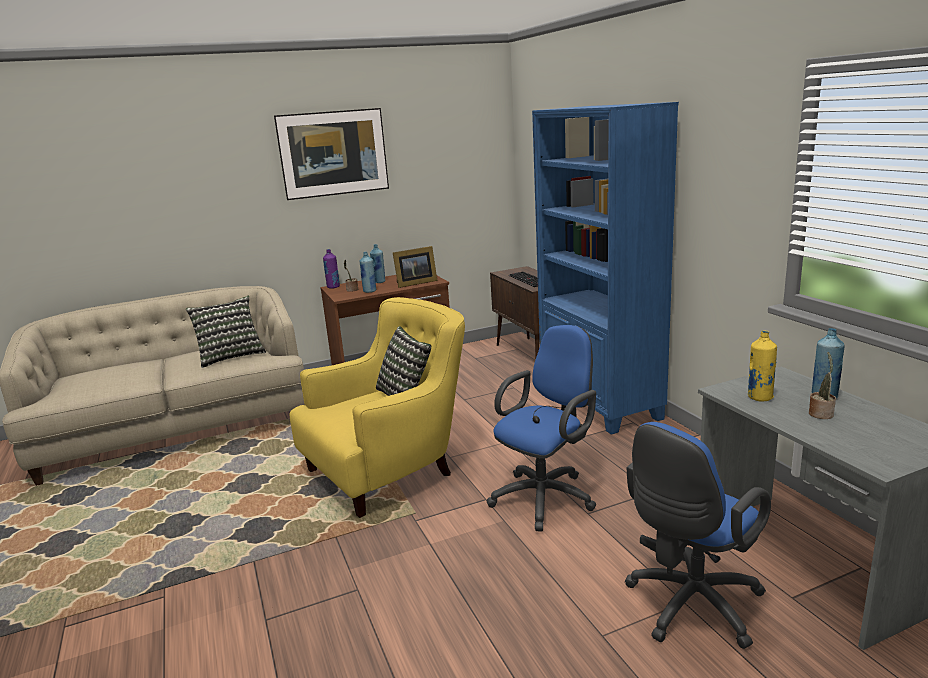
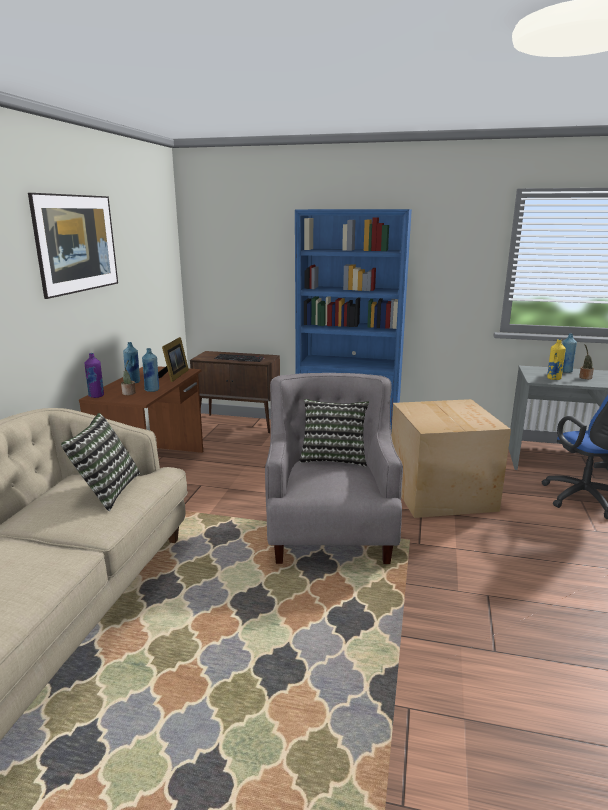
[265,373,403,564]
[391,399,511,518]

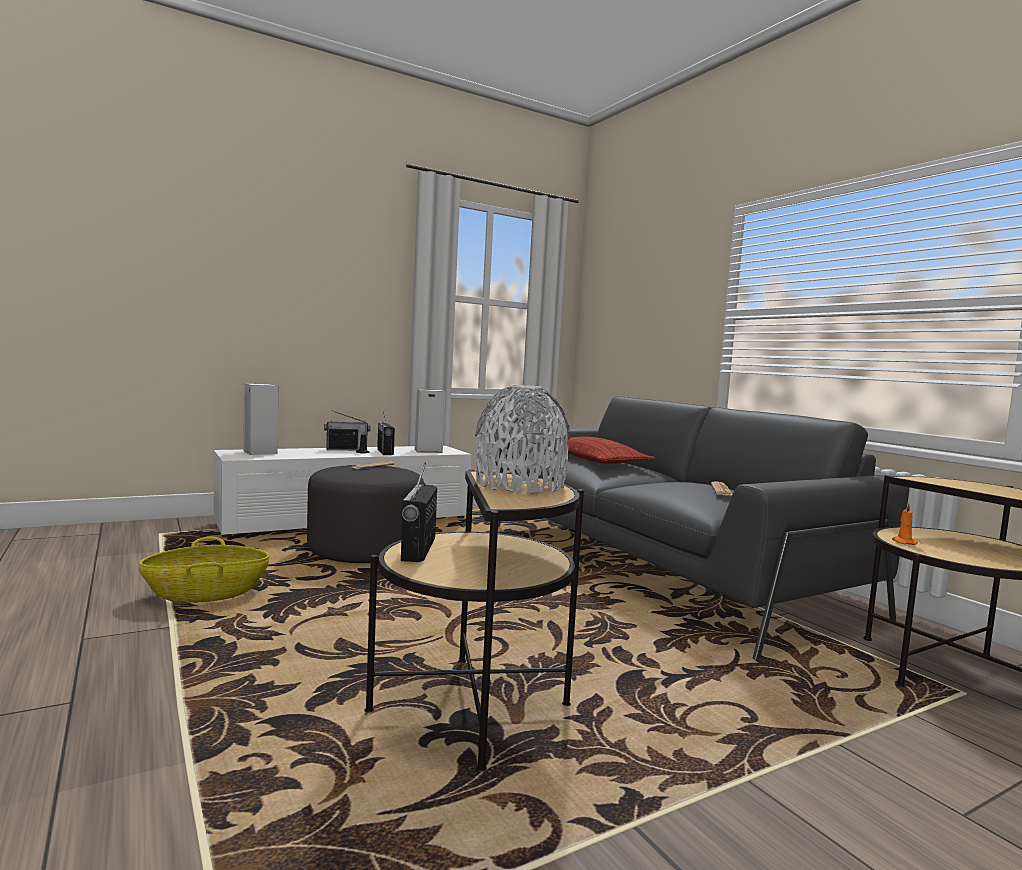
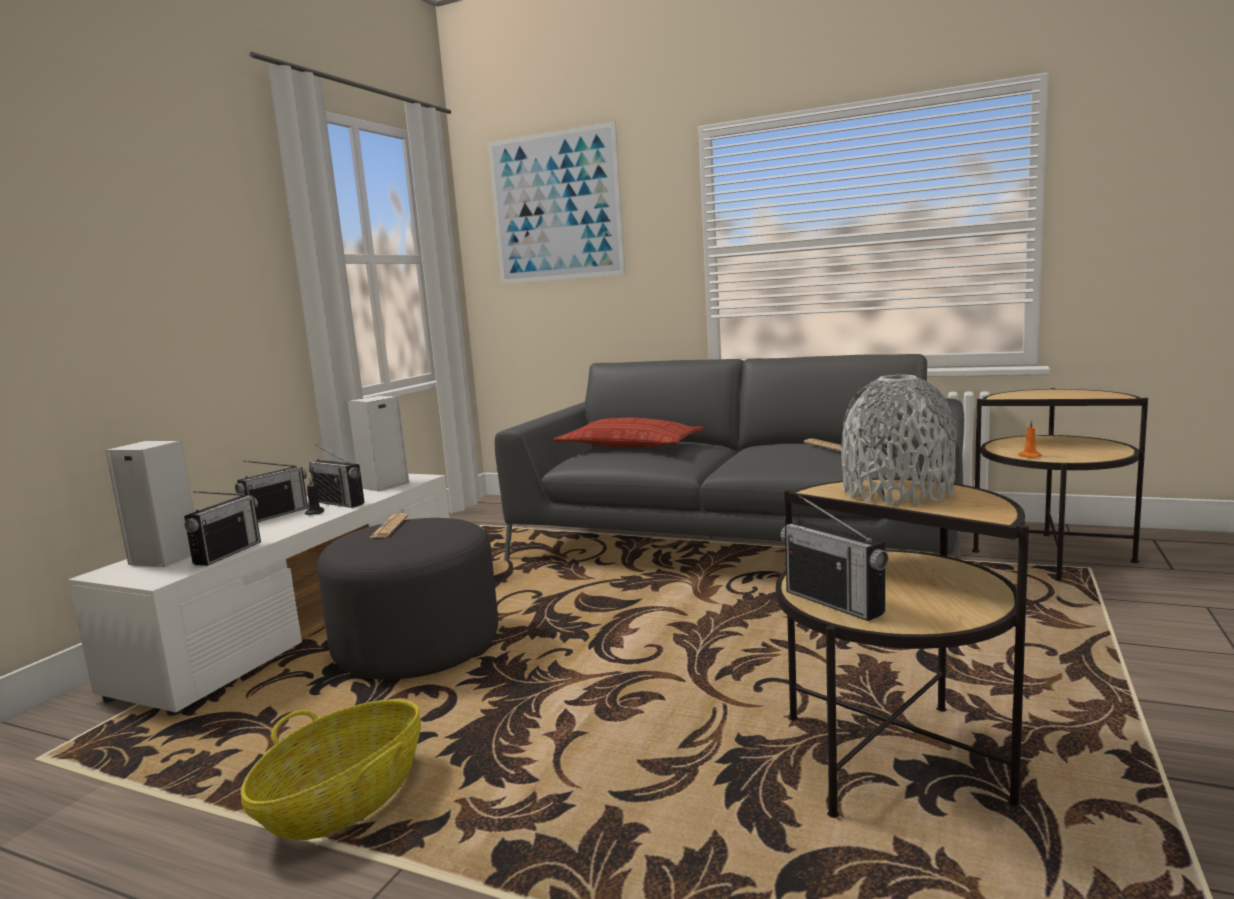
[184,491,261,566]
[488,121,626,284]

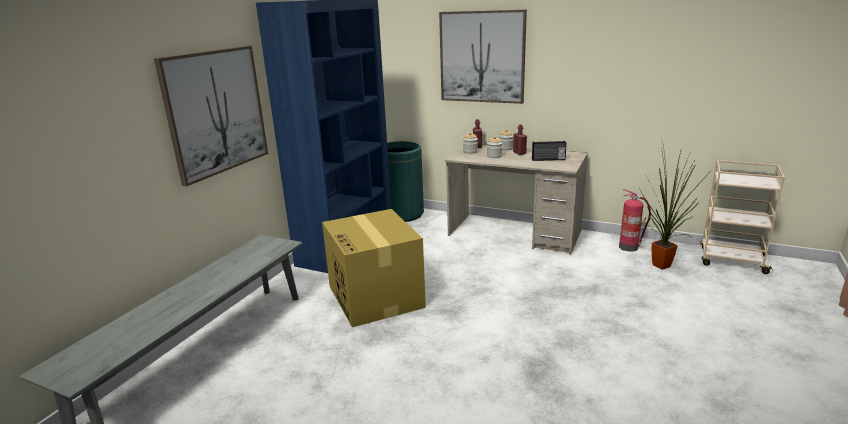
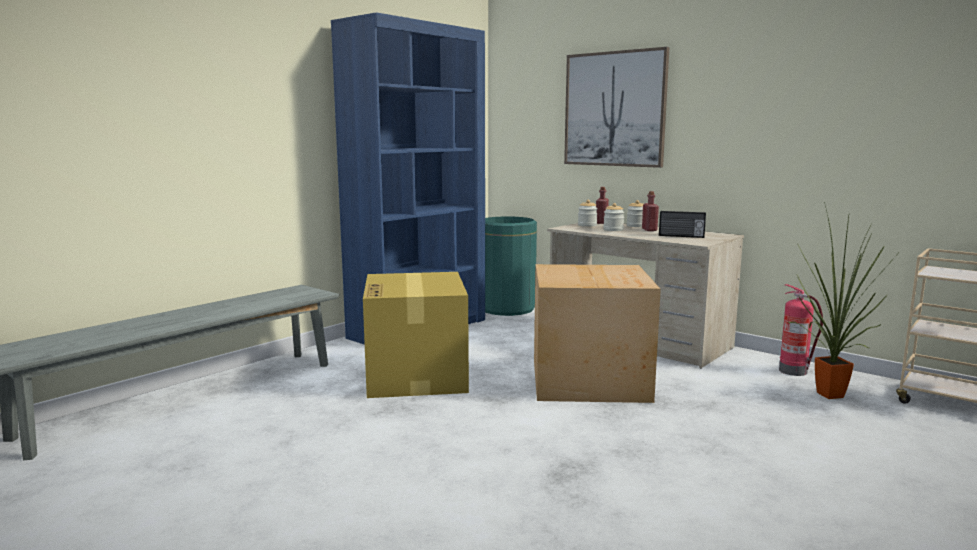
[154,46,268,187] (first image)
[534,264,661,403]

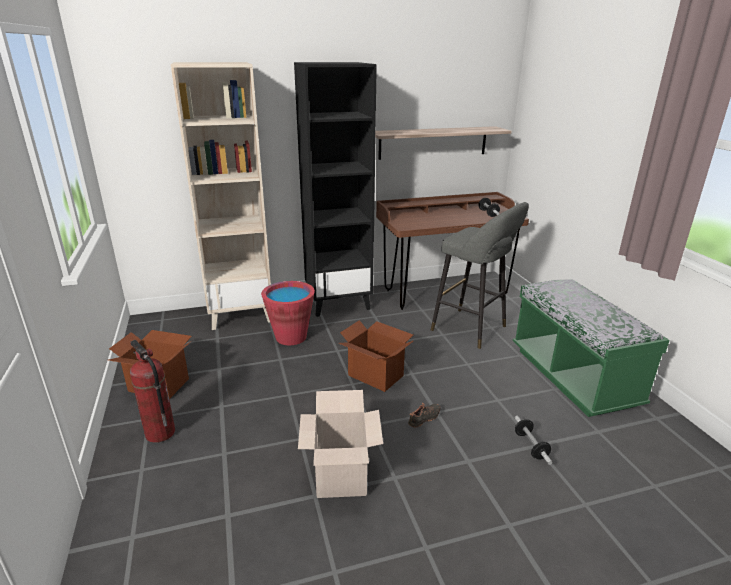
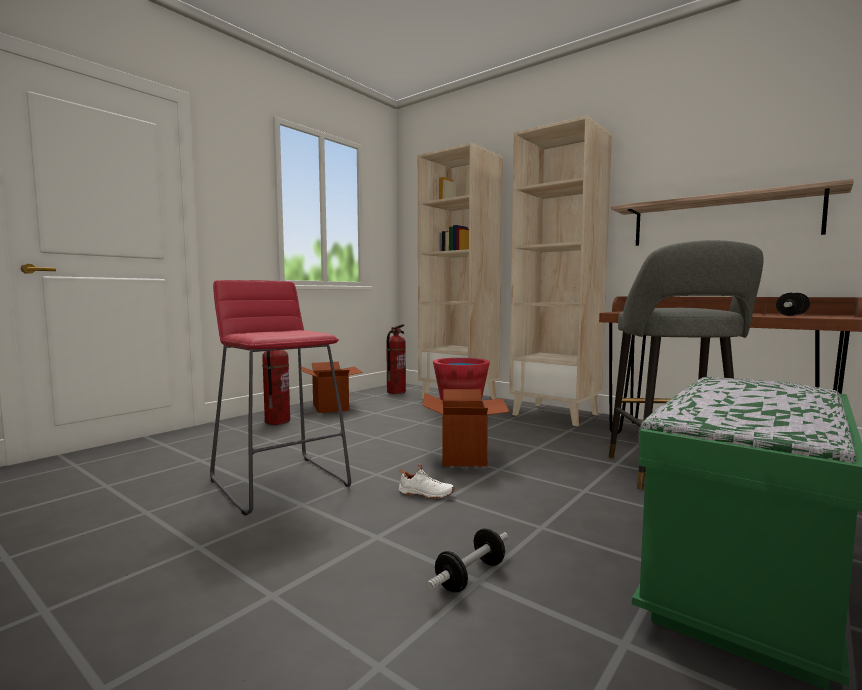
[509,115,612,426]
[210,280,351,516]
[399,463,454,499]
[386,324,406,394]

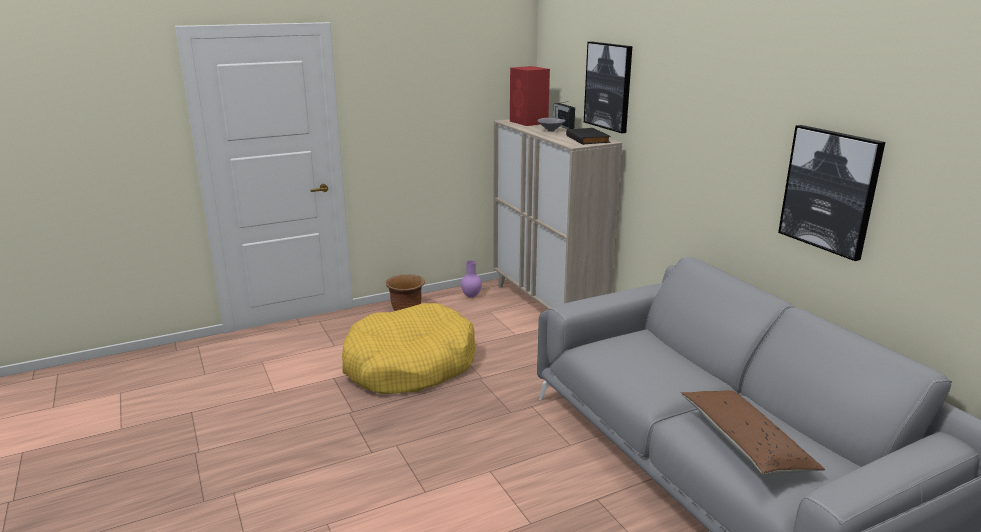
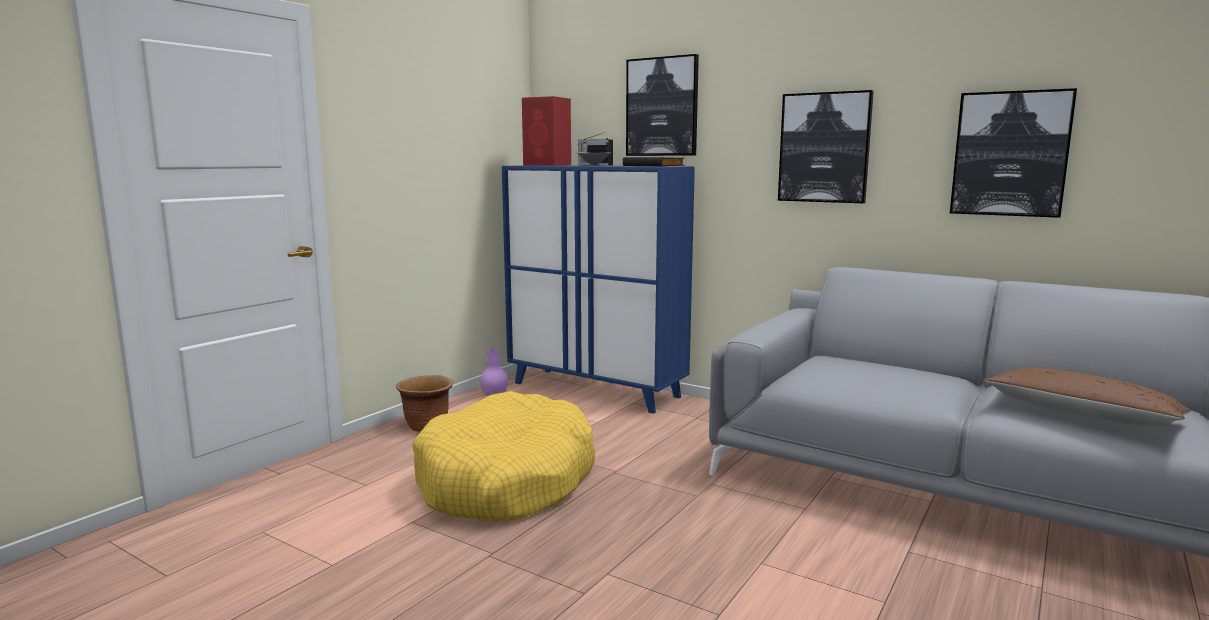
[502,165,695,414]
[778,90,874,203]

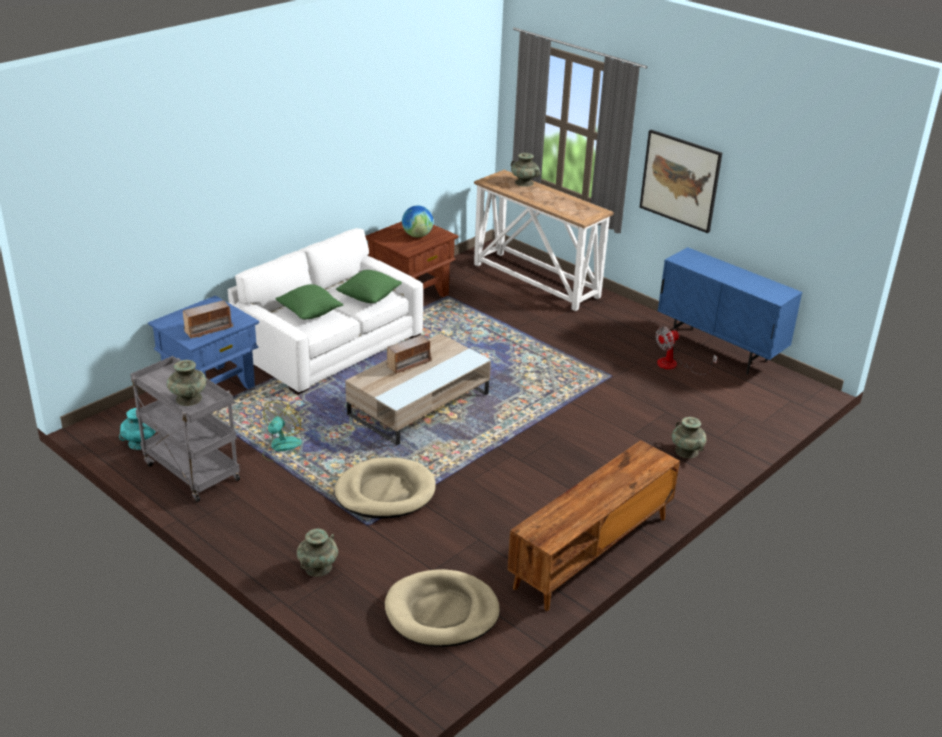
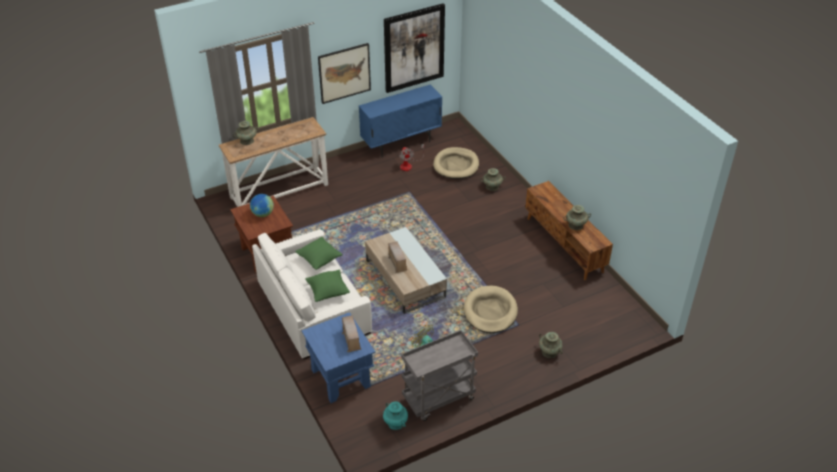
[563,205,591,230]
[433,147,479,179]
[384,3,445,93]

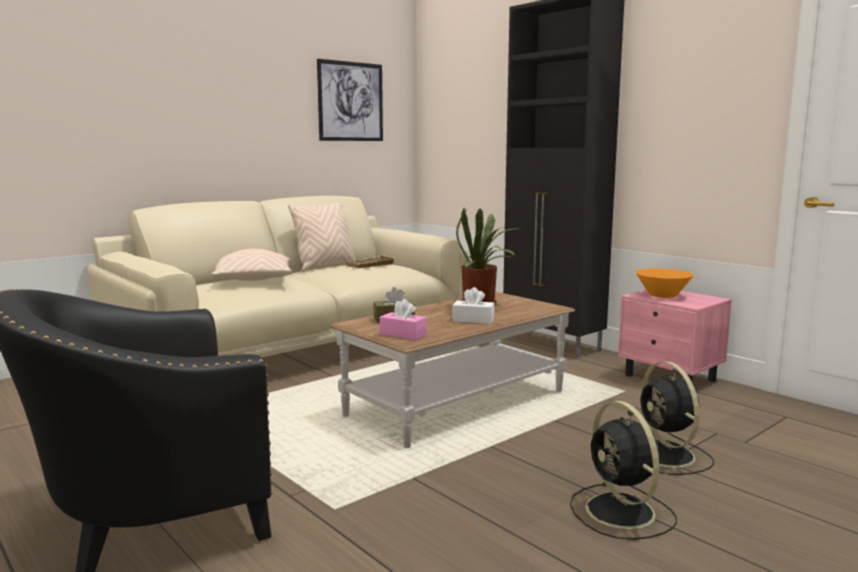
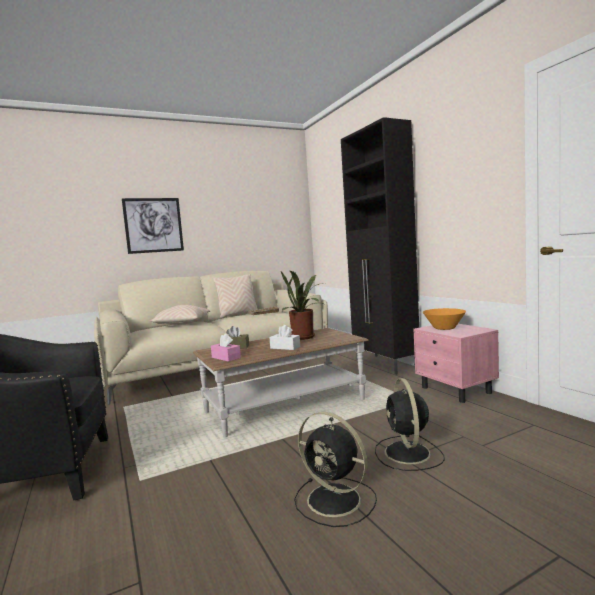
[122,198,184,254]
[294,412,377,527]

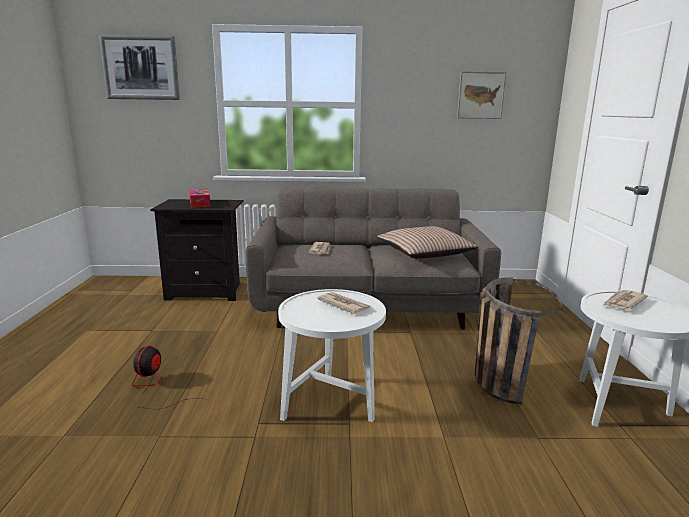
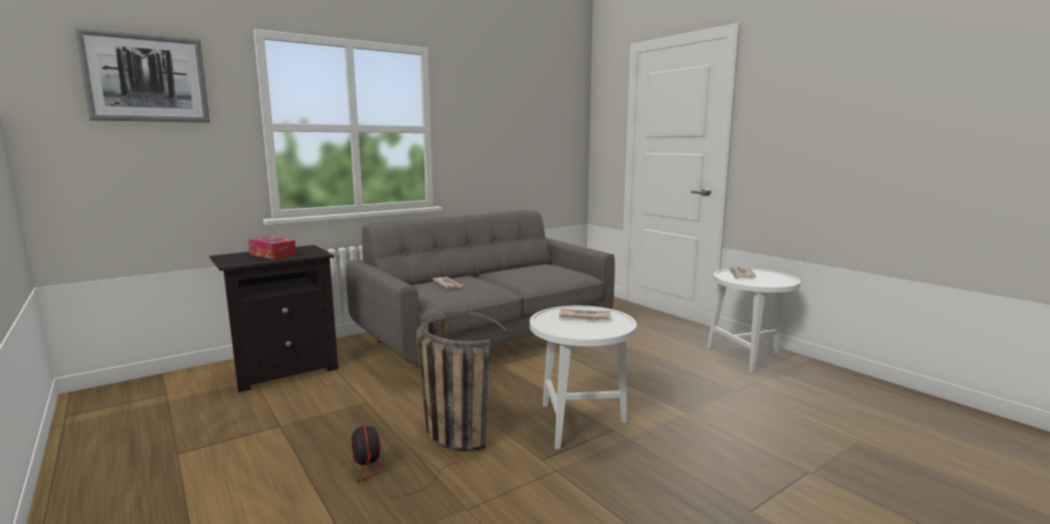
[377,226,478,259] (first image)
[457,71,506,119] (first image)
[416,311,508,451]

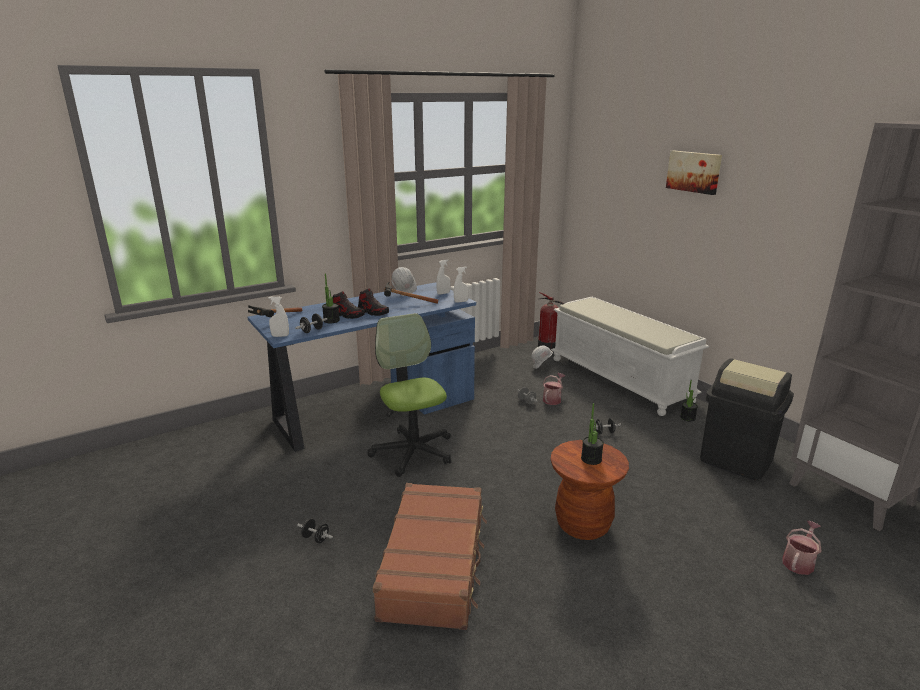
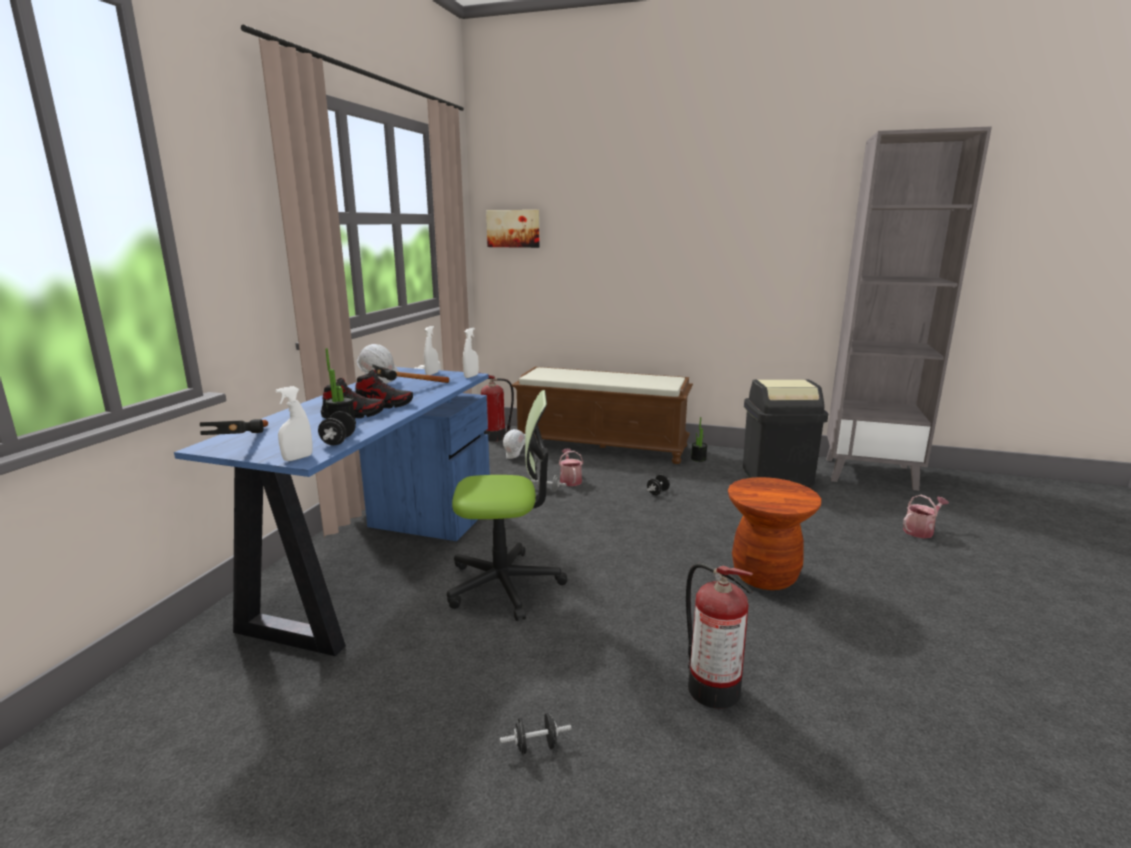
[447,390,567,621]
[686,563,753,709]
[511,367,693,464]
[581,403,604,465] (first image)
[486,210,539,248]
[903,495,949,538]

